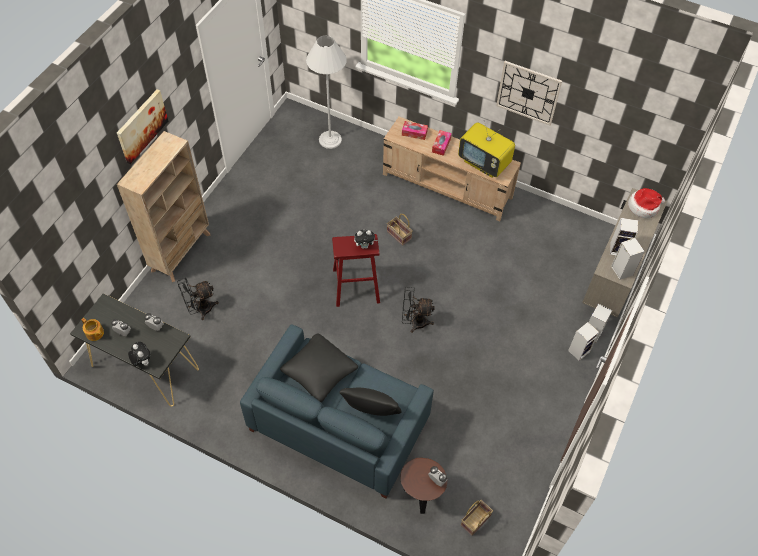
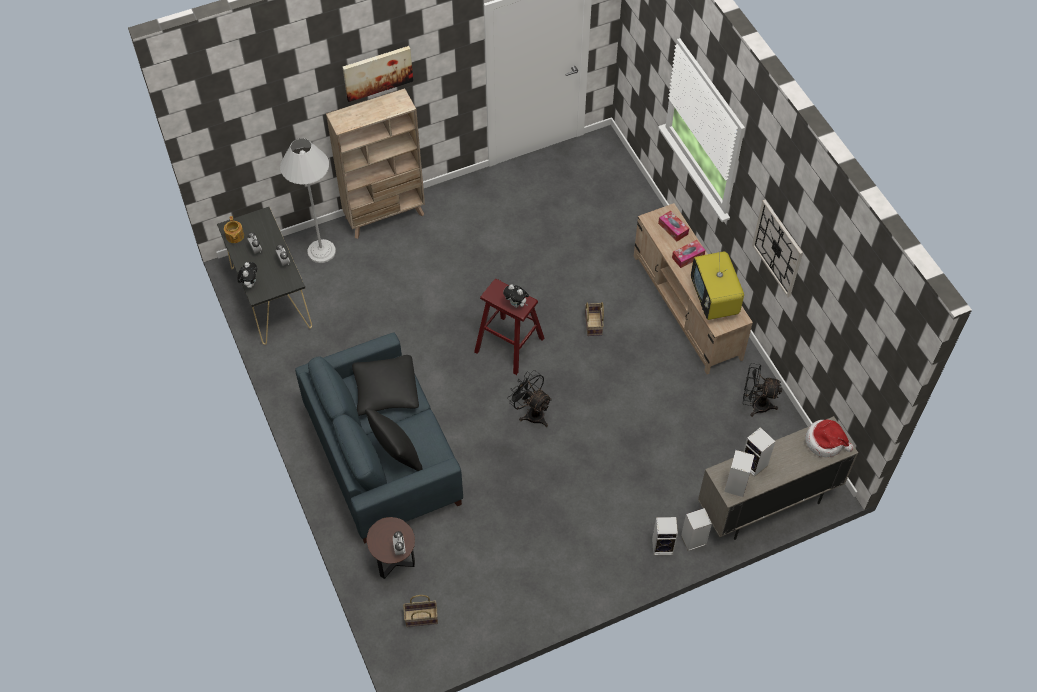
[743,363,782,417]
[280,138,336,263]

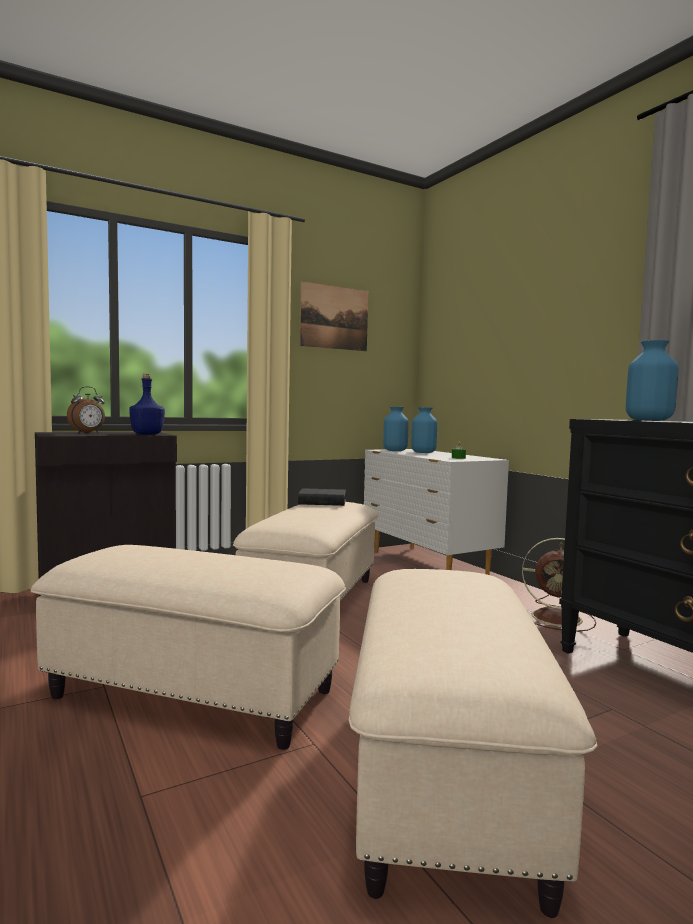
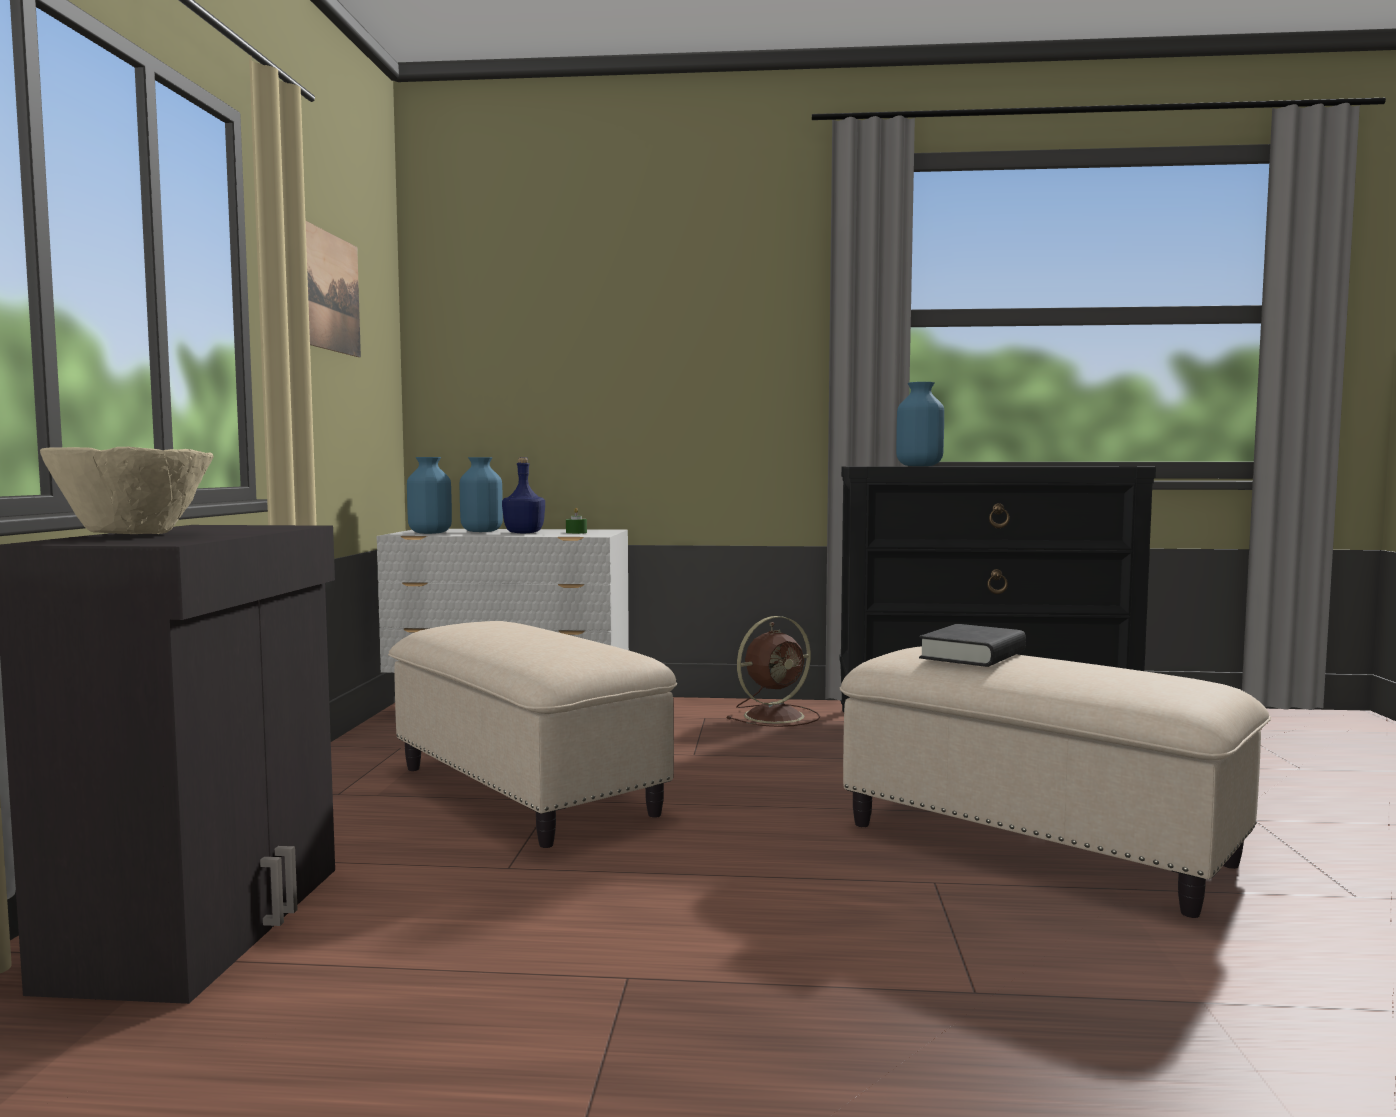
[31,545,346,750] (first image)
[40,447,214,534]
[502,457,545,533]
[919,624,1026,667]

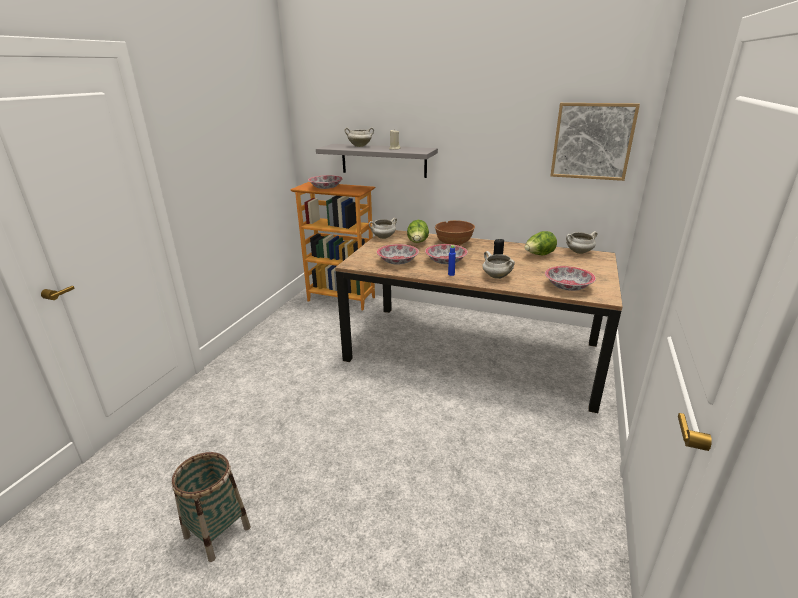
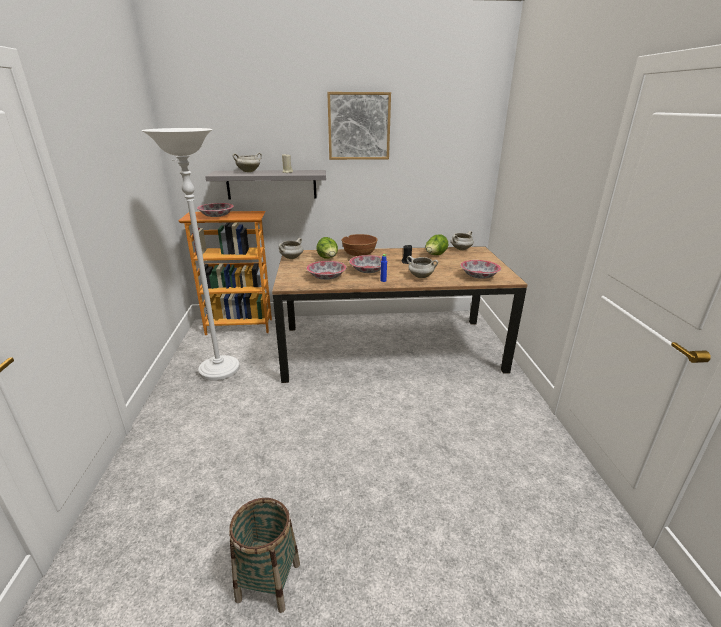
[327,92,391,160]
[142,128,240,381]

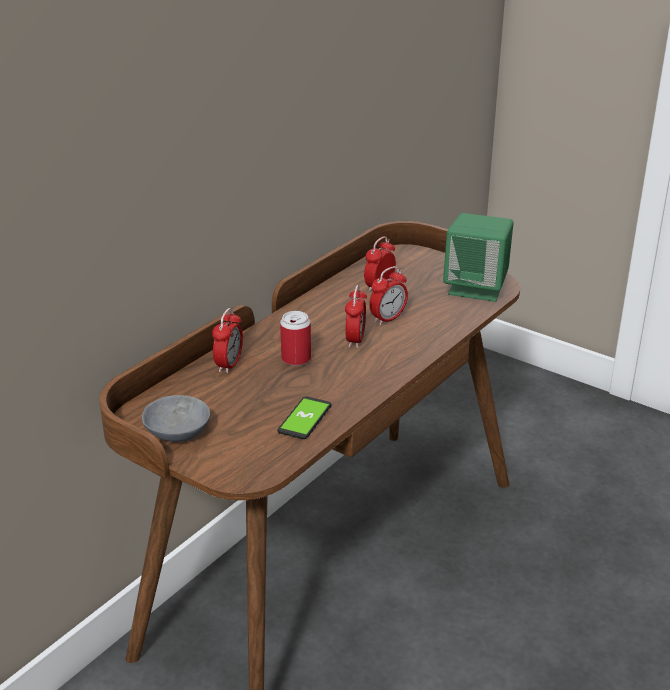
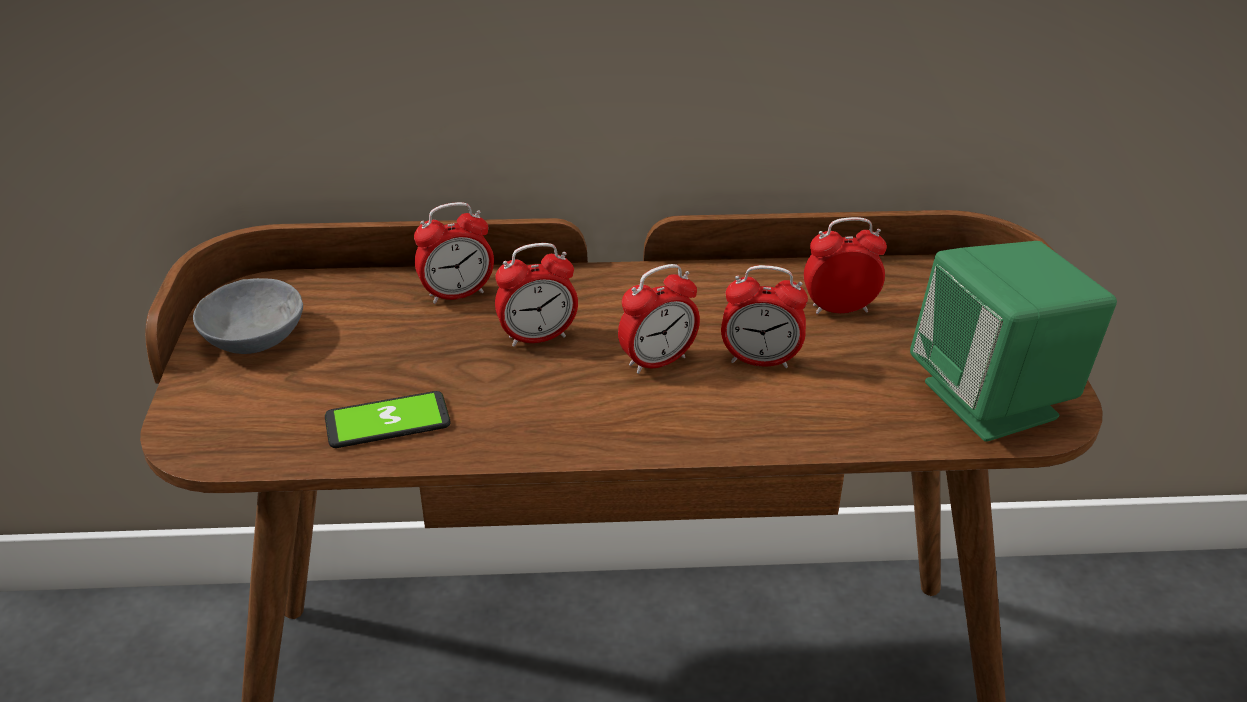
[495,243,578,347]

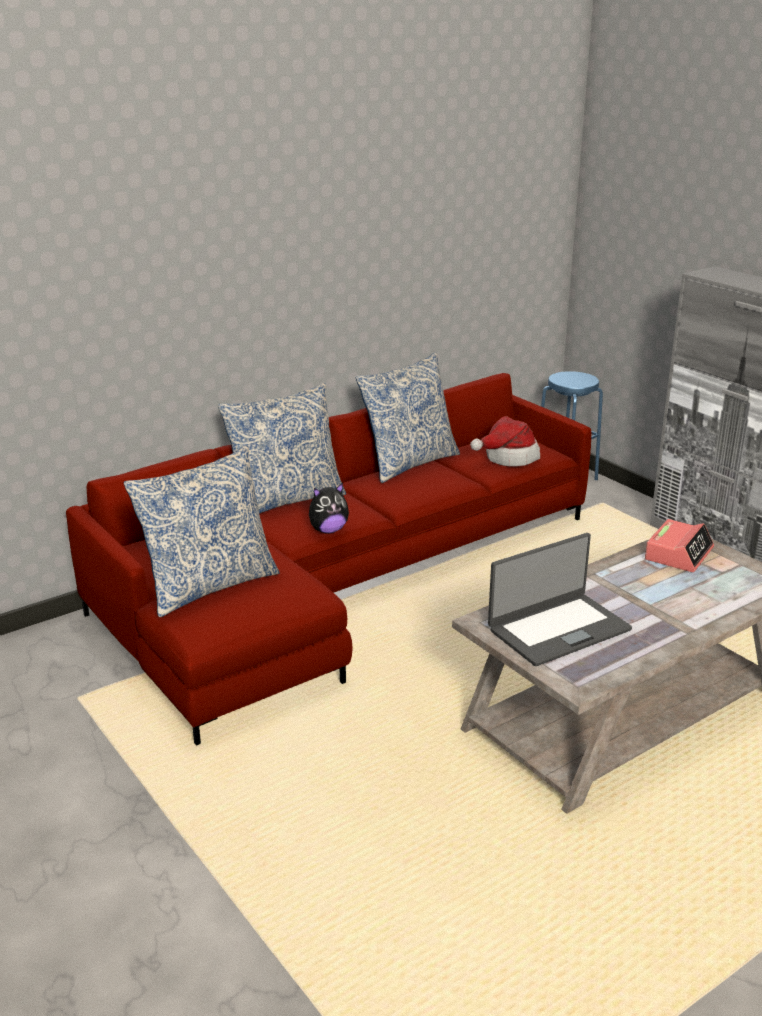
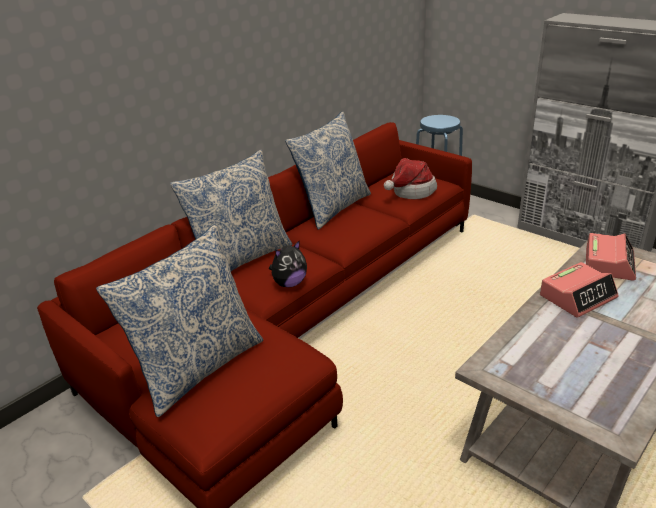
[488,533,632,666] (first image)
[540,262,619,318]

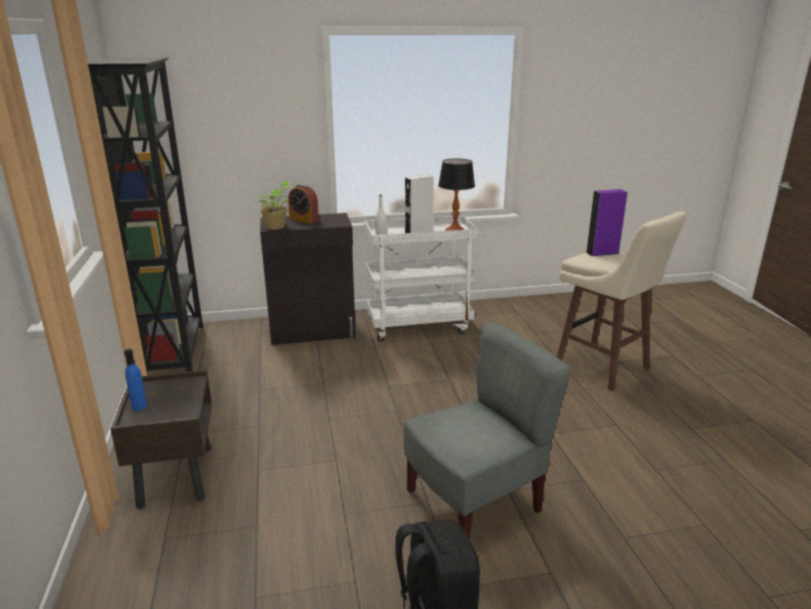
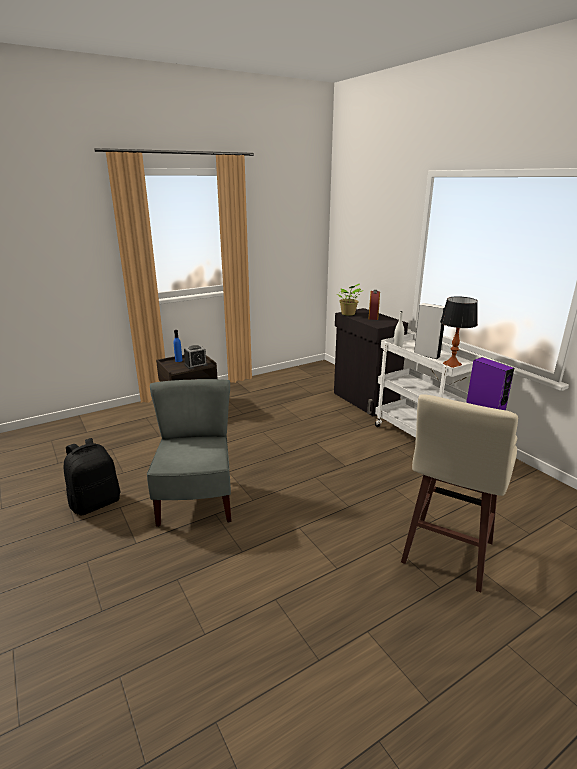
[88,58,203,376] (first image)
[147,379,231,527]
[184,345,208,369]

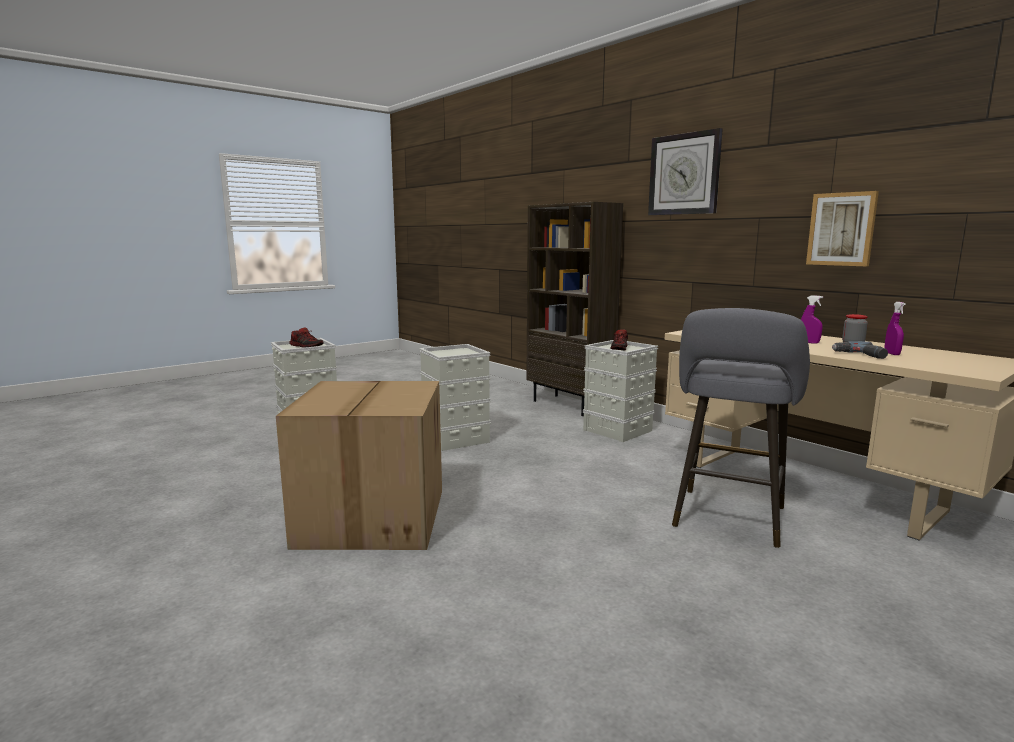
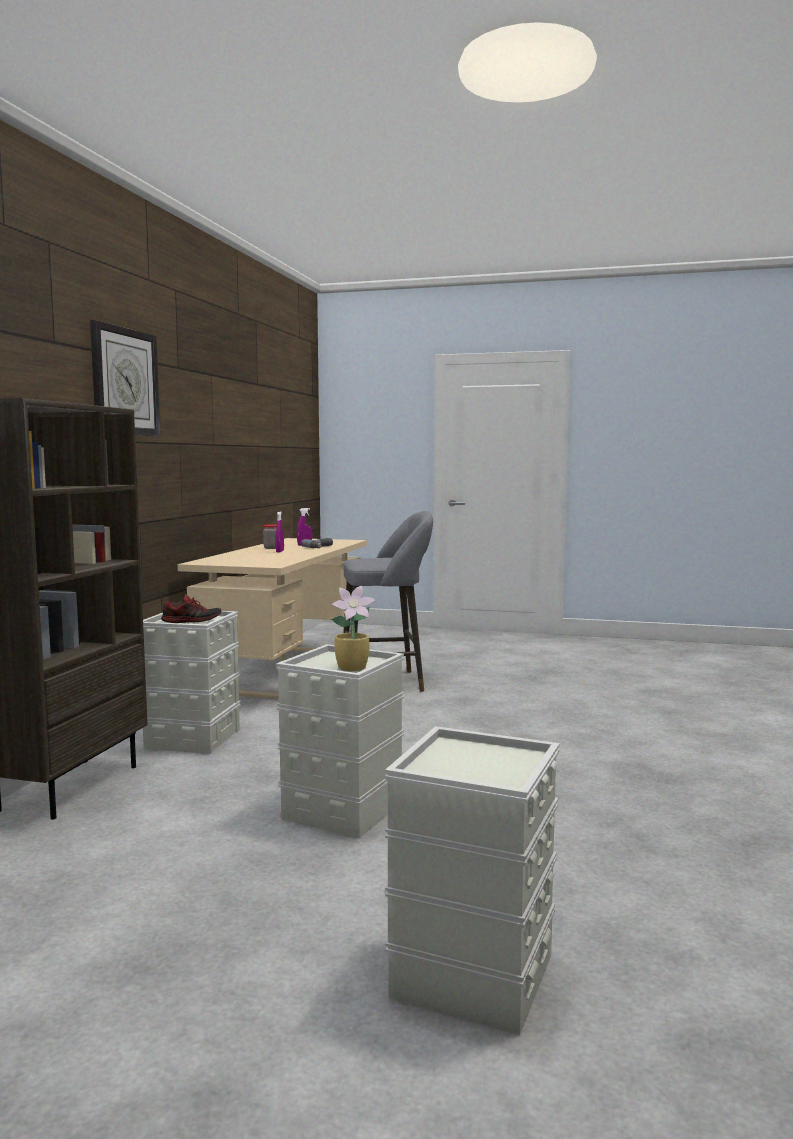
[276,381,442,550] (first image)
[289,327,324,348] (first image)
[806,191,879,267] (first image)
[331,586,376,671]

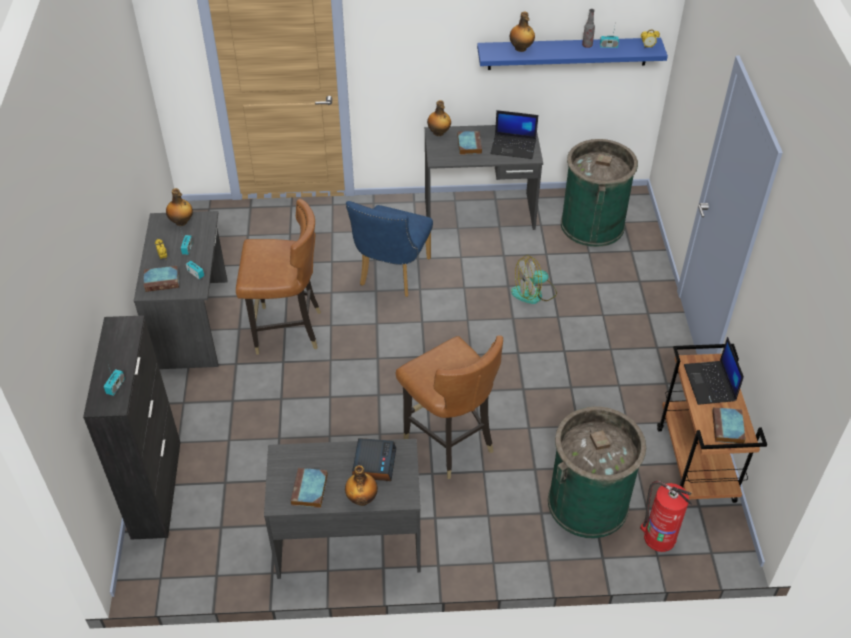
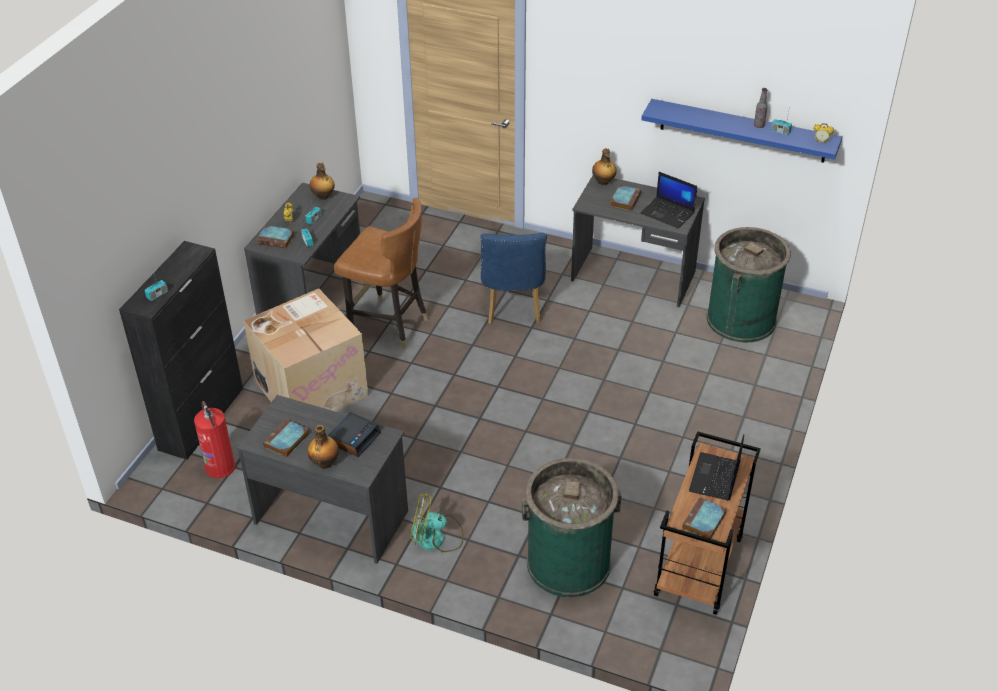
[480,233,547,324]
[396,335,503,479] (first image)
[510,12,535,52] (first image)
[410,492,464,552]
[194,401,236,478]
[243,289,368,412]

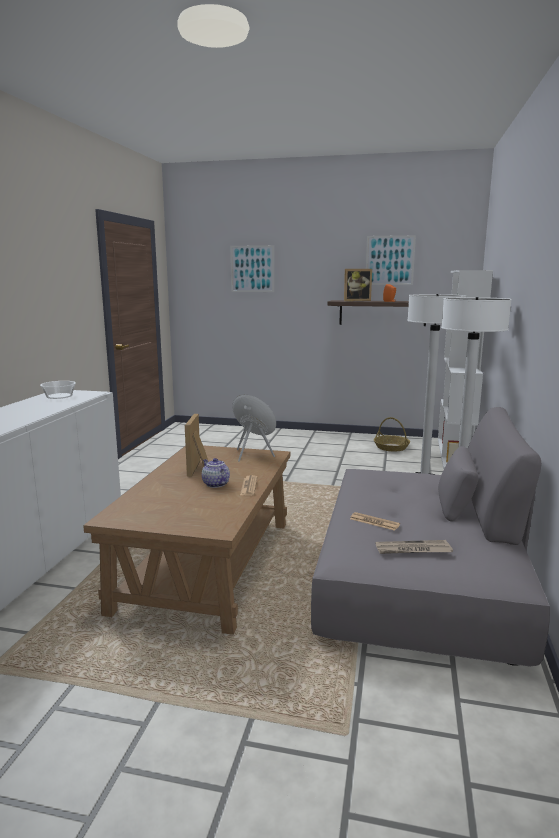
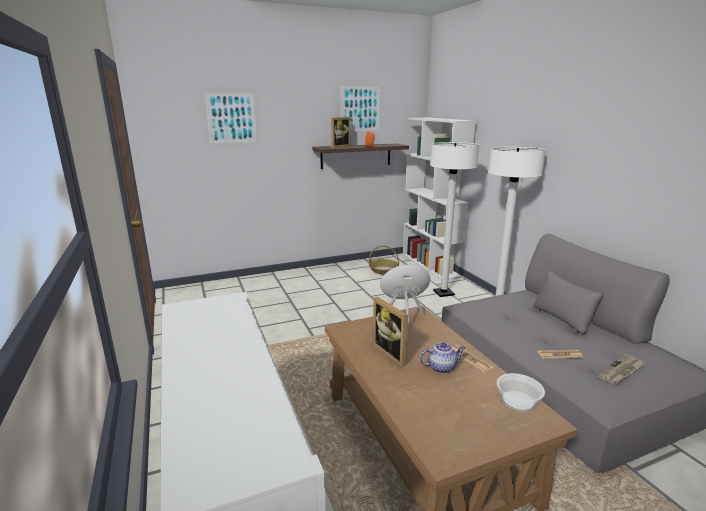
[497,373,545,412]
[420,343,466,373]

